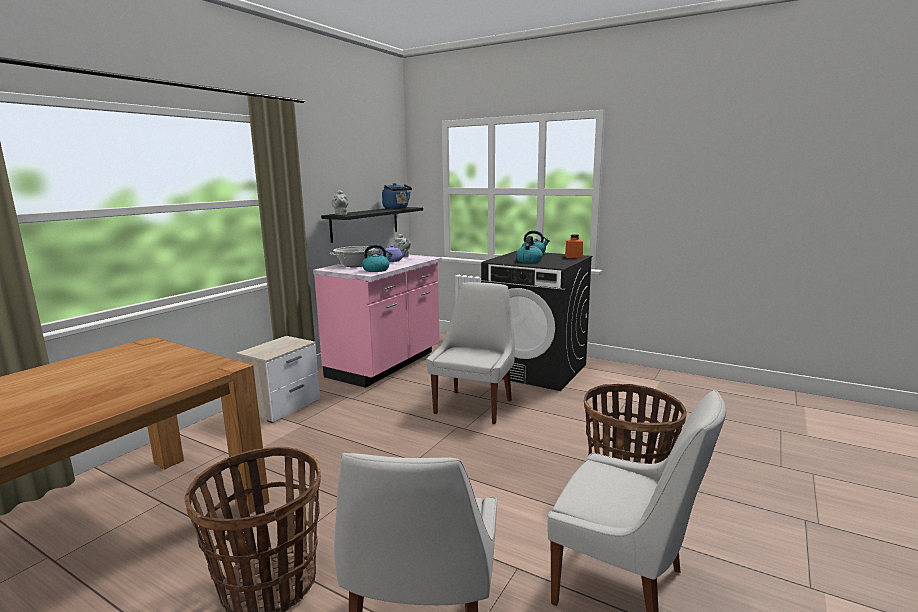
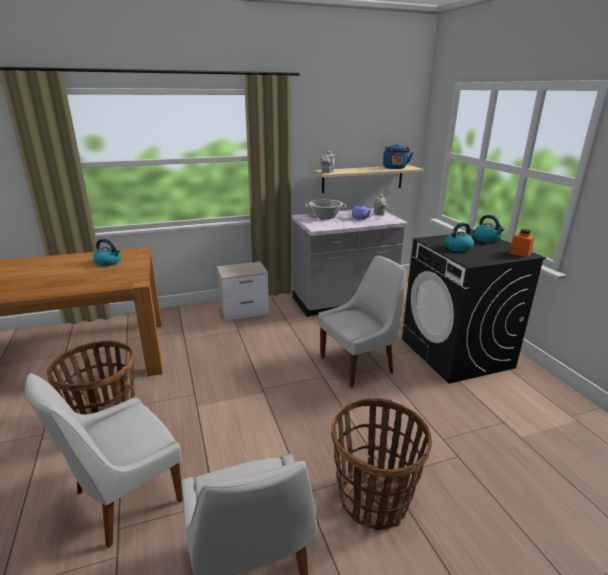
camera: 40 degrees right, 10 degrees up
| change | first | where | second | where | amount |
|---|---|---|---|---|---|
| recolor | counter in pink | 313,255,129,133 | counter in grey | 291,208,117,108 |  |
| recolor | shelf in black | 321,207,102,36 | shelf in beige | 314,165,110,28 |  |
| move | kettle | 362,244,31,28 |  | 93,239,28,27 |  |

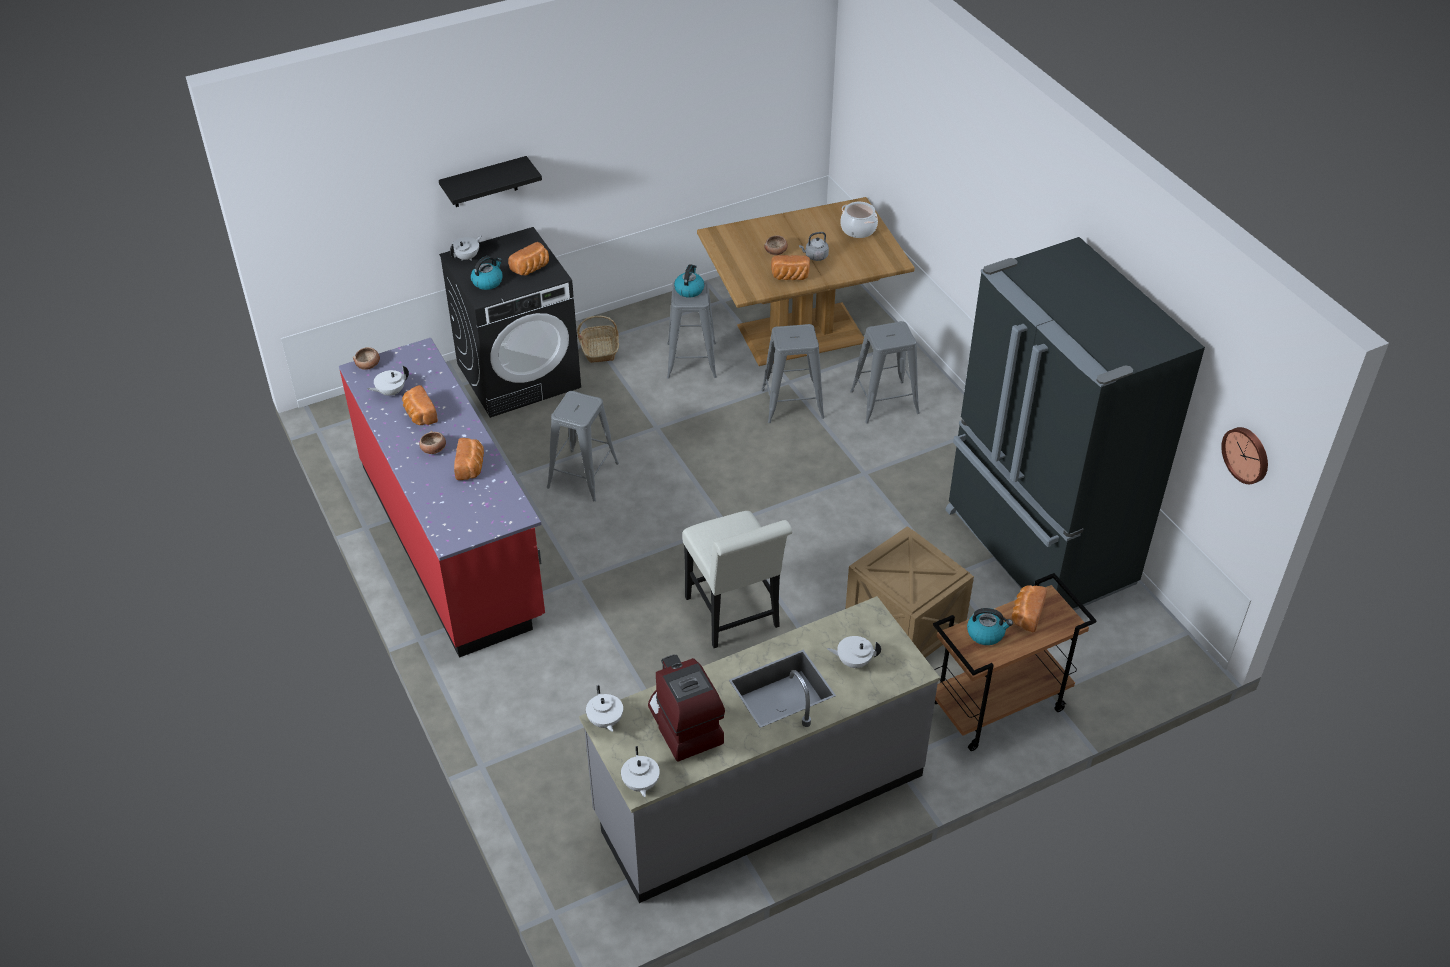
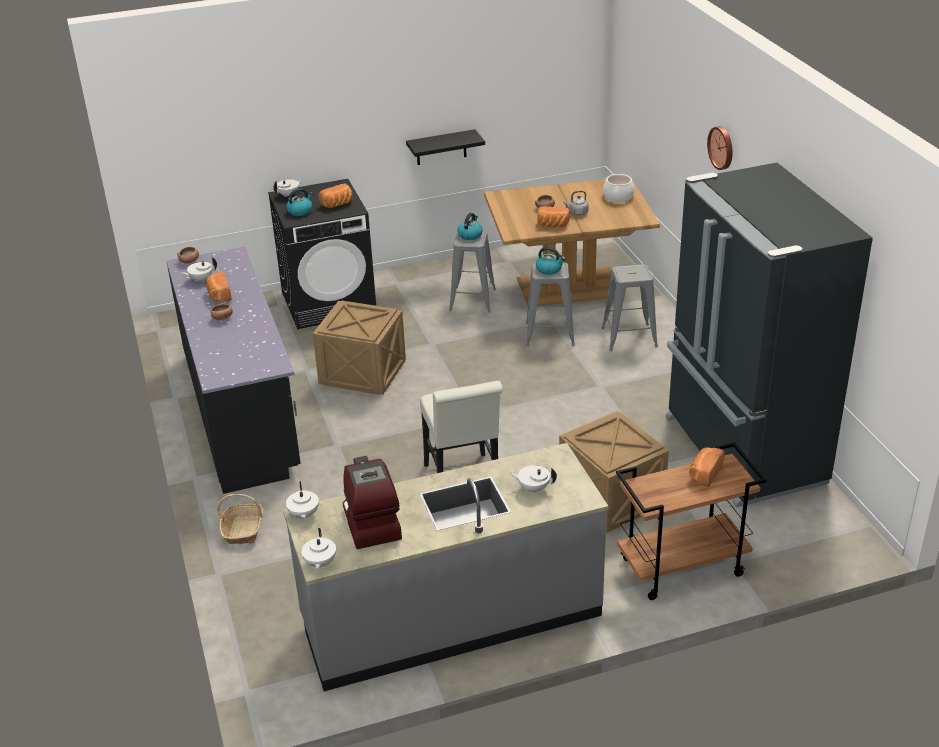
camera: 10 degrees right, 10 degrees down
| change | first | where | second | where | amount |
|---|---|---|---|---|---|
| recolor | counter in red | 339,338,206,320 | counter in black | 166,246,135,248 |  |
| move | shelf in black | 439,156,103,51 |  | 406,129,79,36 |  |
| delete | bread | 454,438,30,42 |  |  |  |
| replace | stool in grey | 547,391,72,110 | crate | 312,301,94,94 |  |
| move | basket | 577,316,42,47 |  | 217,494,46,50 |  |
| move | kettle | 967,608,46,37 |  | 536,247,30,28 |  |
| move | wall clock | 1221,427,47,57 |  | 707,126,26,44 |  |

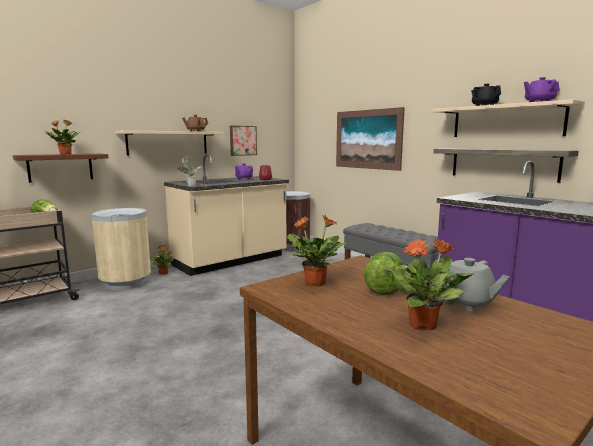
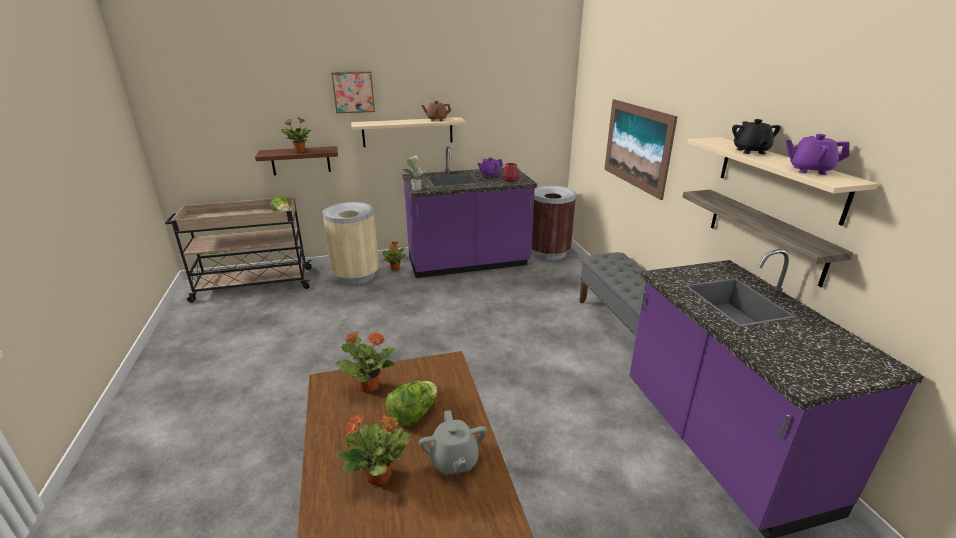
camera: 25 degrees right, 15 degrees up
| change | first | where | second | where | amount |
|---|---|---|---|---|---|
| recolor | counter in beige | 164,154,125,122 | counter in purple | 402,146,135,132 |  |
| move | picture | 230,125,27,31 |  | 331,71,44,43 |  |

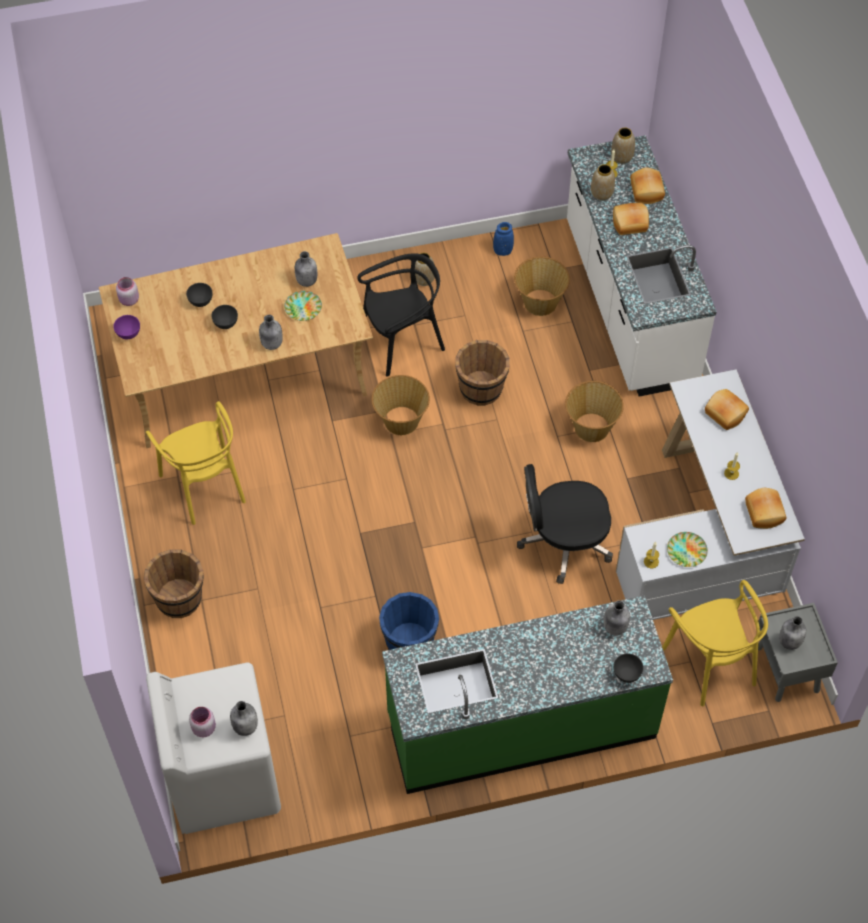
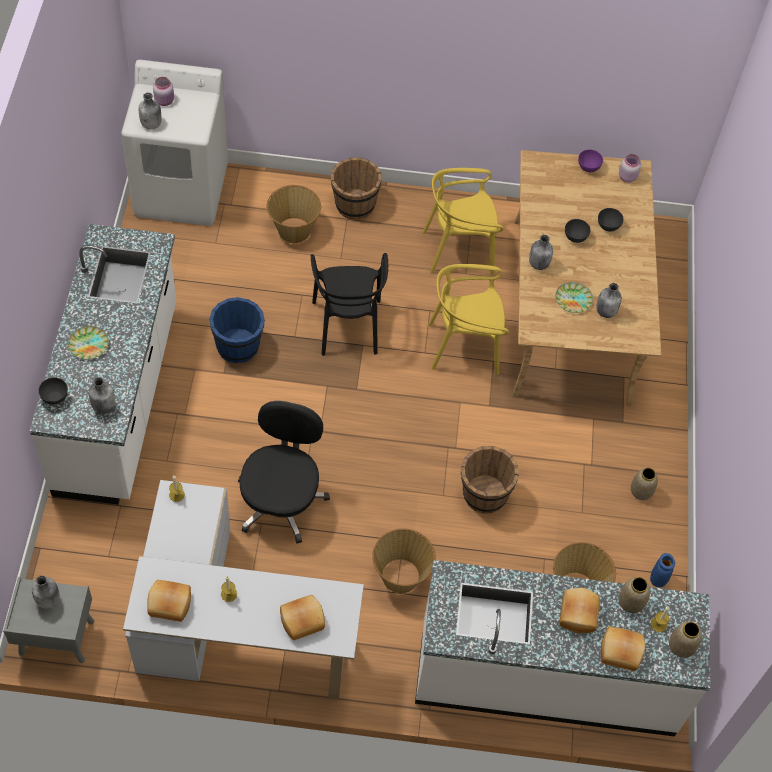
camera: 105 degrees right, 0 degrees up
| change | first | where | second | where | amount |
|---|---|---|---|---|---|
| move | chair in black | 357,253,88,124 |  | 311,253,77,103 |  |
| move | basket | 371,375,59,60 |  | 266,185,55,58 |  |
| recolor | counter in green | 382,595,291,199 | counter in white | 30,224,146,281 |  |
| move | chair in yellow | 662,580,106,126 |  | 428,264,81,111 |  |
| move | plate | 667,532,41,35 |  | 68,326,41,33 |  |

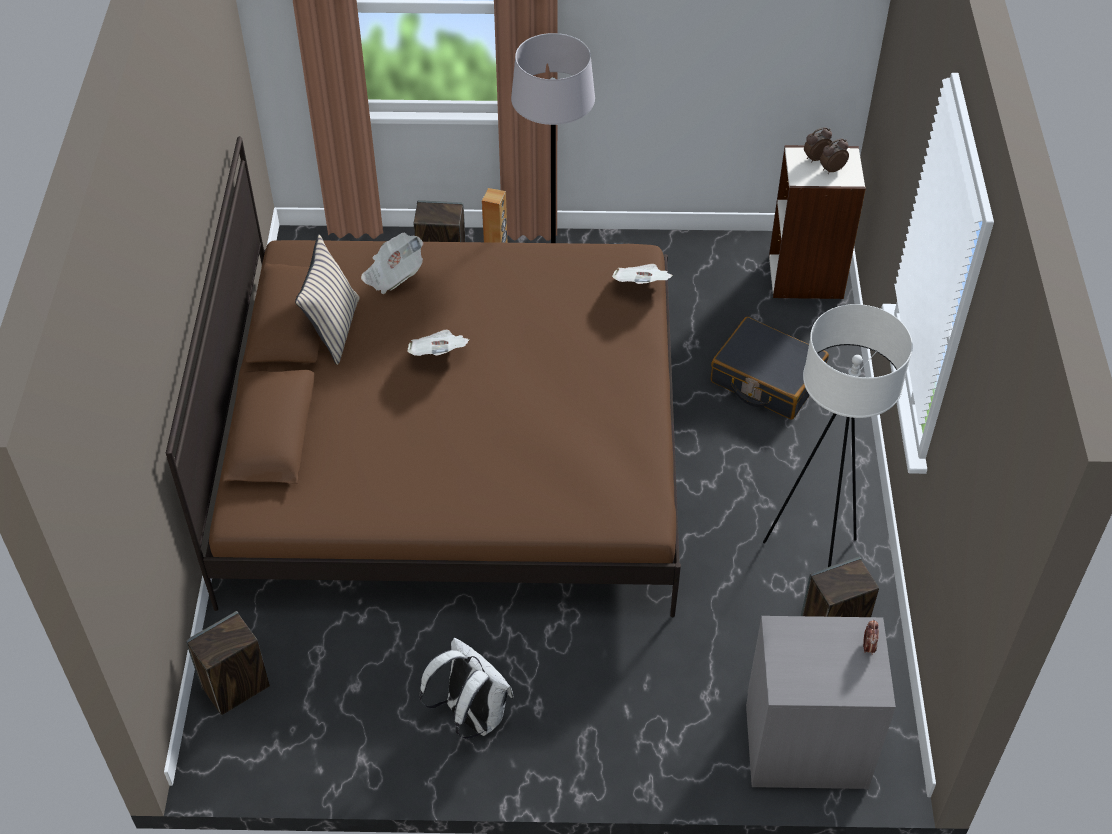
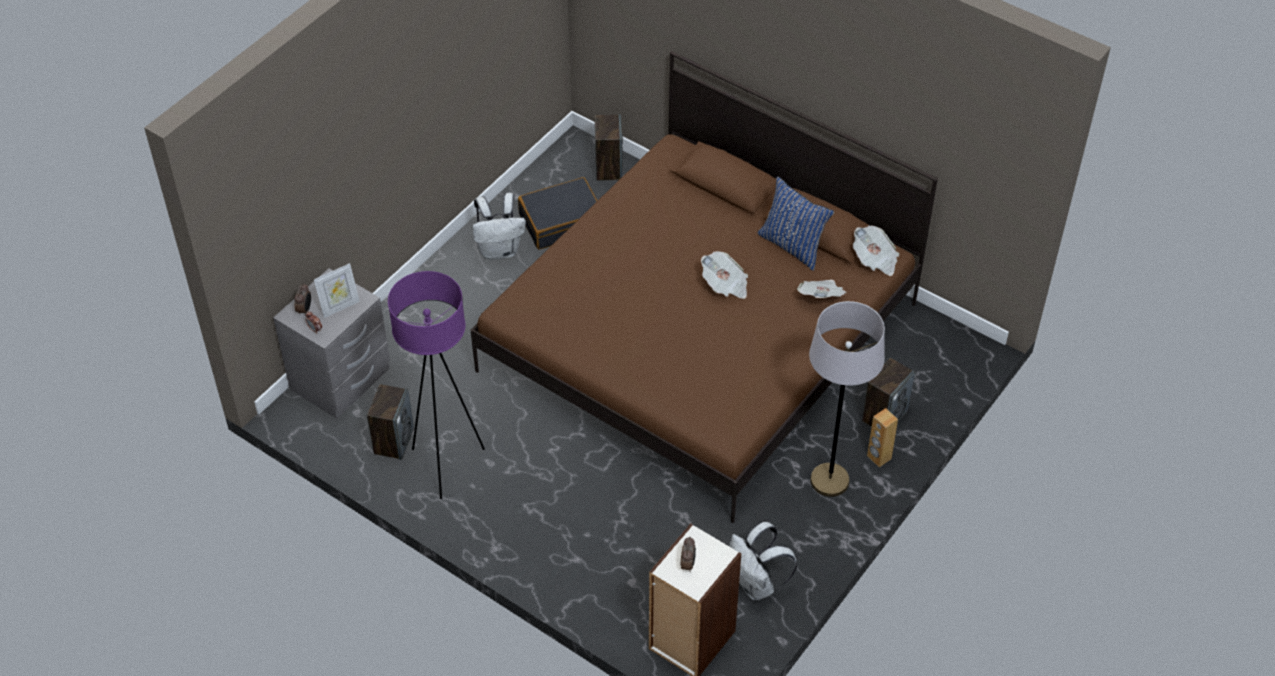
camera: 125 degrees right, 0 degrees up
| change | first | where | second | where | amount |
|---|---|---|---|---|---|
| recolor | pillow in beige | 295,234,65,131 | pillow in blue | 758,176,77,95 |  |
| move | newspaper | 612,264,61,20 |  | 853,226,46,50 |  |
| move | suitcase in black | 711,317,118,102 |  | 518,177,80,73 |  |
| recolor | floor lamp in white | 763,304,150,263 | floor lamp in purple | 388,271,97,228 |  |
| move | alarm clock | 804,127,29,36 |  | 294,283,17,33 |  |
| insert |  |  | picture frame | 314,263,46,55 |  |
| insert |  |  | backpack in white | 729,522,68,78 |  |

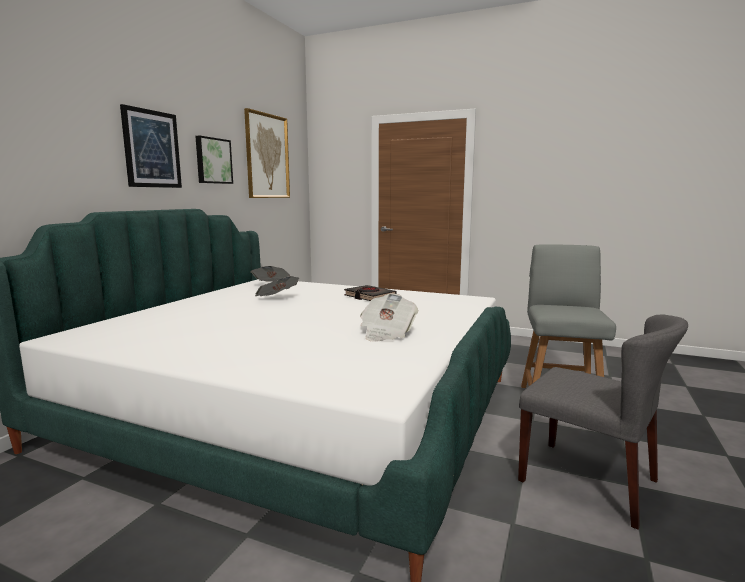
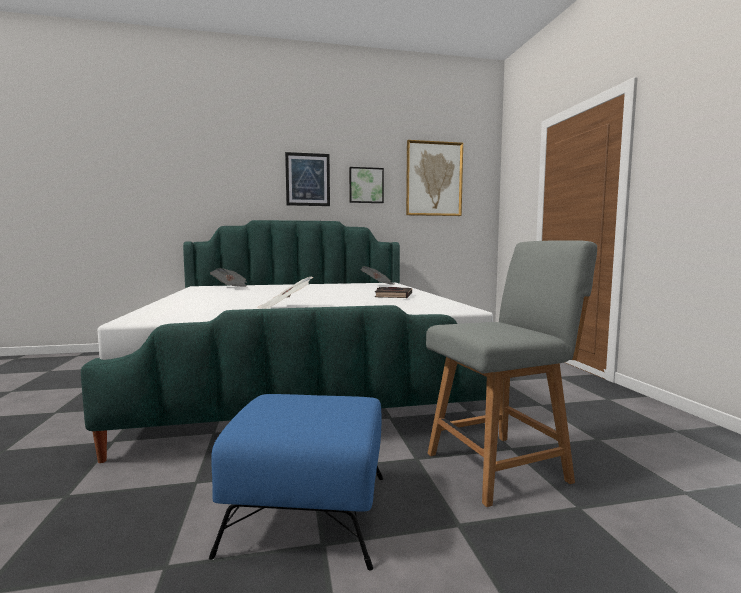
camera: 55 degrees right, 5 degrees down
| change | first | where | second | where | amount |
|---|---|---|---|---|---|
| move | newspaper | 255,276,44,20 |  | 210,268,37,19 |  |
| replace | chair in grey | 518,314,170,216 | ottoman in blue | 209,394,174,176 |  |

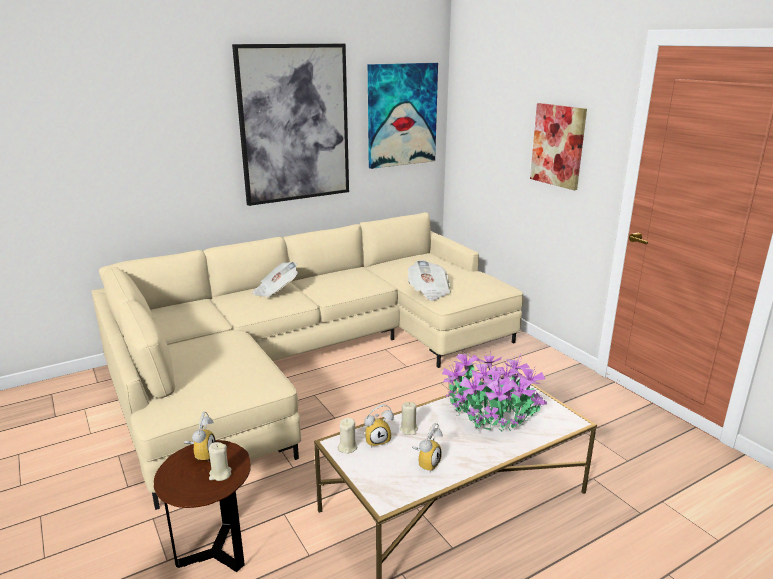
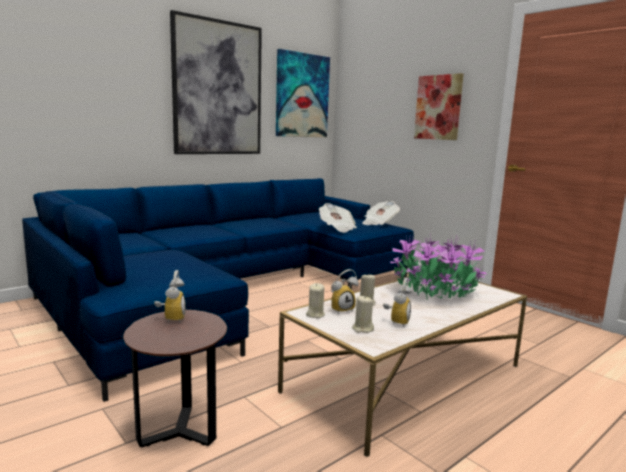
camera: 10 degrees left, 10 degrees down
| change | first | where | second | where | amount |
|---|---|---|---|---|---|
| recolor | sofa in beige | 91,212,432,298 | sofa in blue | 22,178,392,224 |  |
| move | candle in beige | 209,442,23,39 |  | 352,296,22,37 |  |
| move | newspaper | 252,262,46,36 |  | 362,201,38,24 |  |

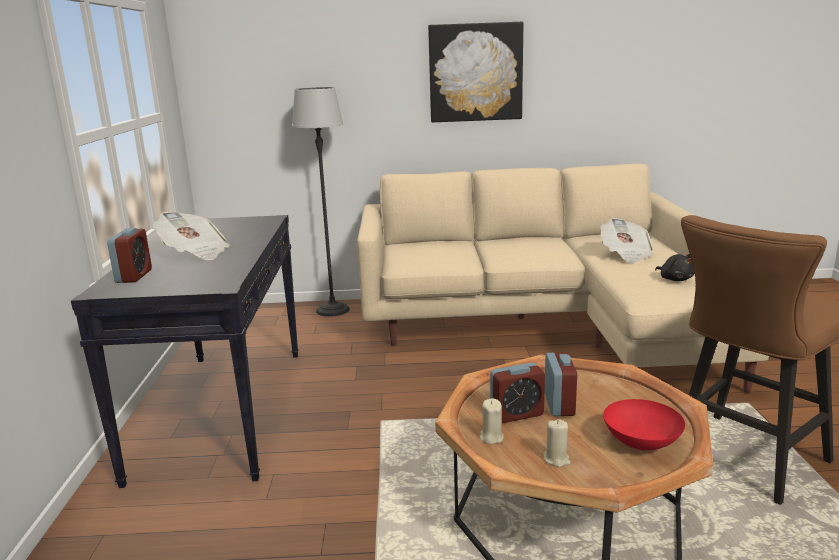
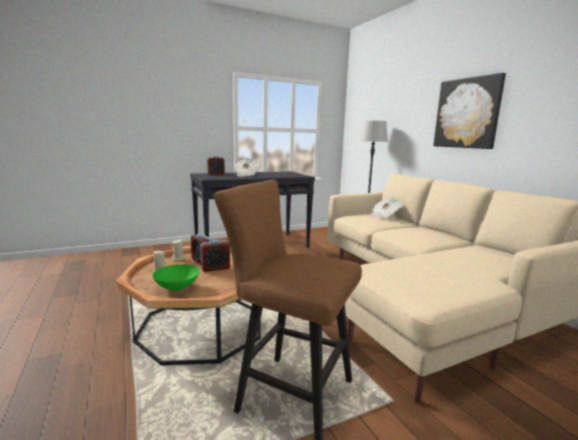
camera: 65 degrees right, 5 degrees down
| change | first | where | second | where | amount |
|---|---|---|---|---|---|
| move | newspaper | 600,218,54,45 |  | 370,198,33,20 |  |
| recolor | bowl in red | 603,399,82,51 | bowl in green | 153,264,47,27 |  |
| delete | plush toy in black | 655,254,39,27 |  |  |  |

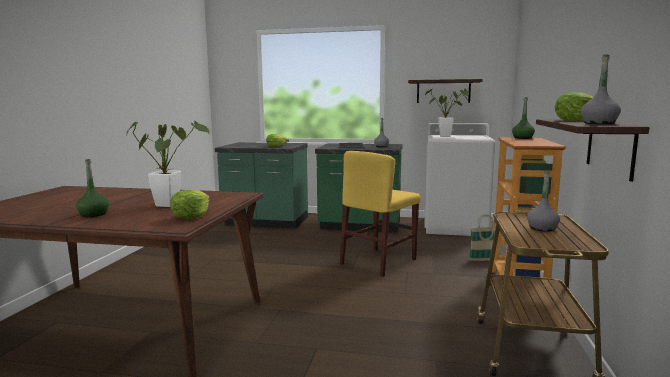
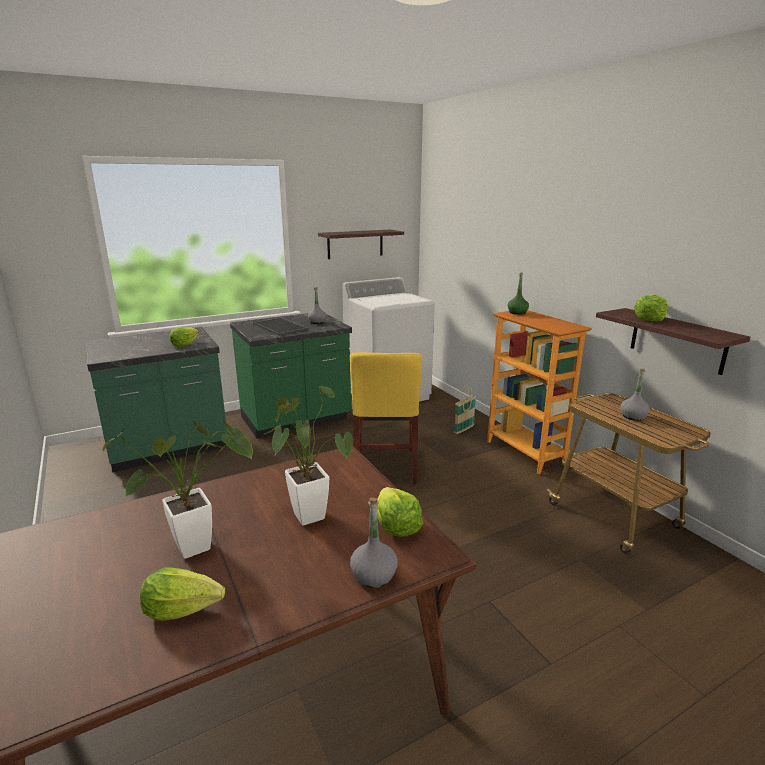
camera: 40 degrees left, 10 degrees up
| change | first | where | second | where | amount |
|---|---|---|---|---|---|
| delete | bottle in green | 76,159,33,58 |  |  |  |
| move | potted plant | 425,88,44,49 |  | 103,420,150,139 |  |
| move | bottle in grey | 581,54,40,70 |  | 350,497,48,91 |  |
| insert |  |  | lettuce | 140,567,85,54 |  |

